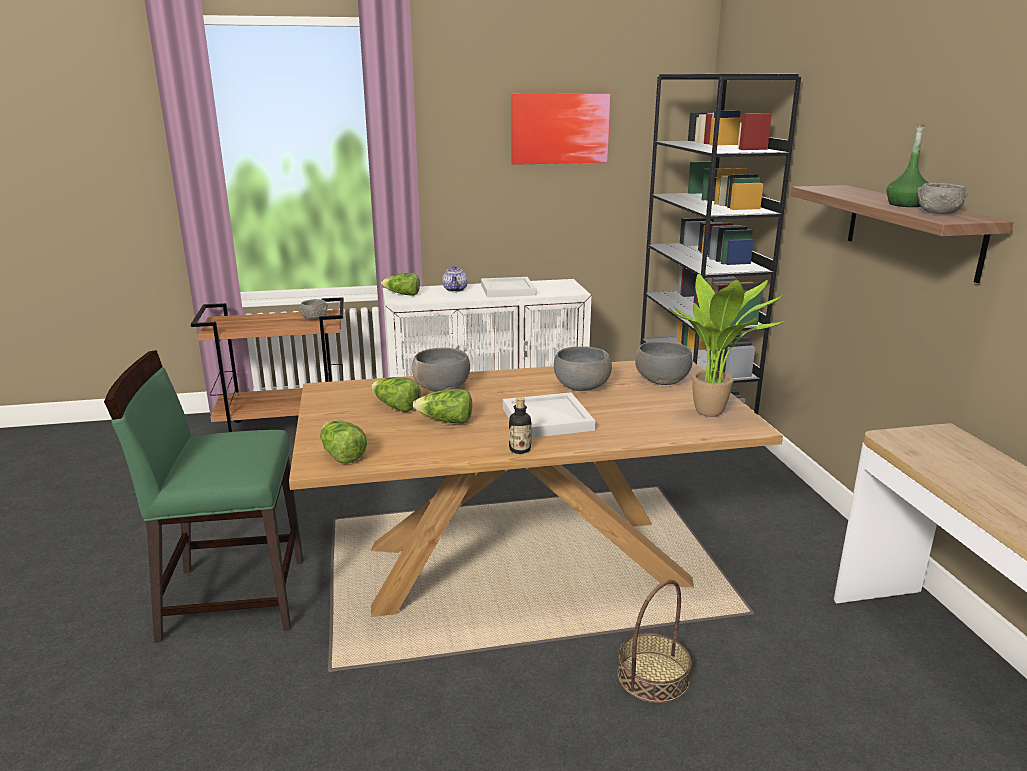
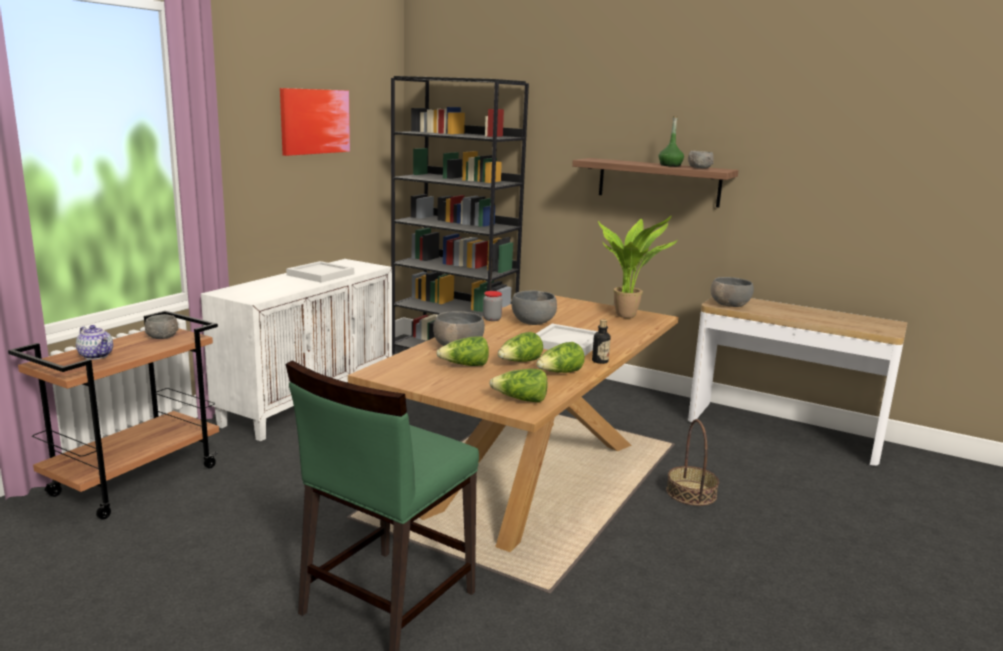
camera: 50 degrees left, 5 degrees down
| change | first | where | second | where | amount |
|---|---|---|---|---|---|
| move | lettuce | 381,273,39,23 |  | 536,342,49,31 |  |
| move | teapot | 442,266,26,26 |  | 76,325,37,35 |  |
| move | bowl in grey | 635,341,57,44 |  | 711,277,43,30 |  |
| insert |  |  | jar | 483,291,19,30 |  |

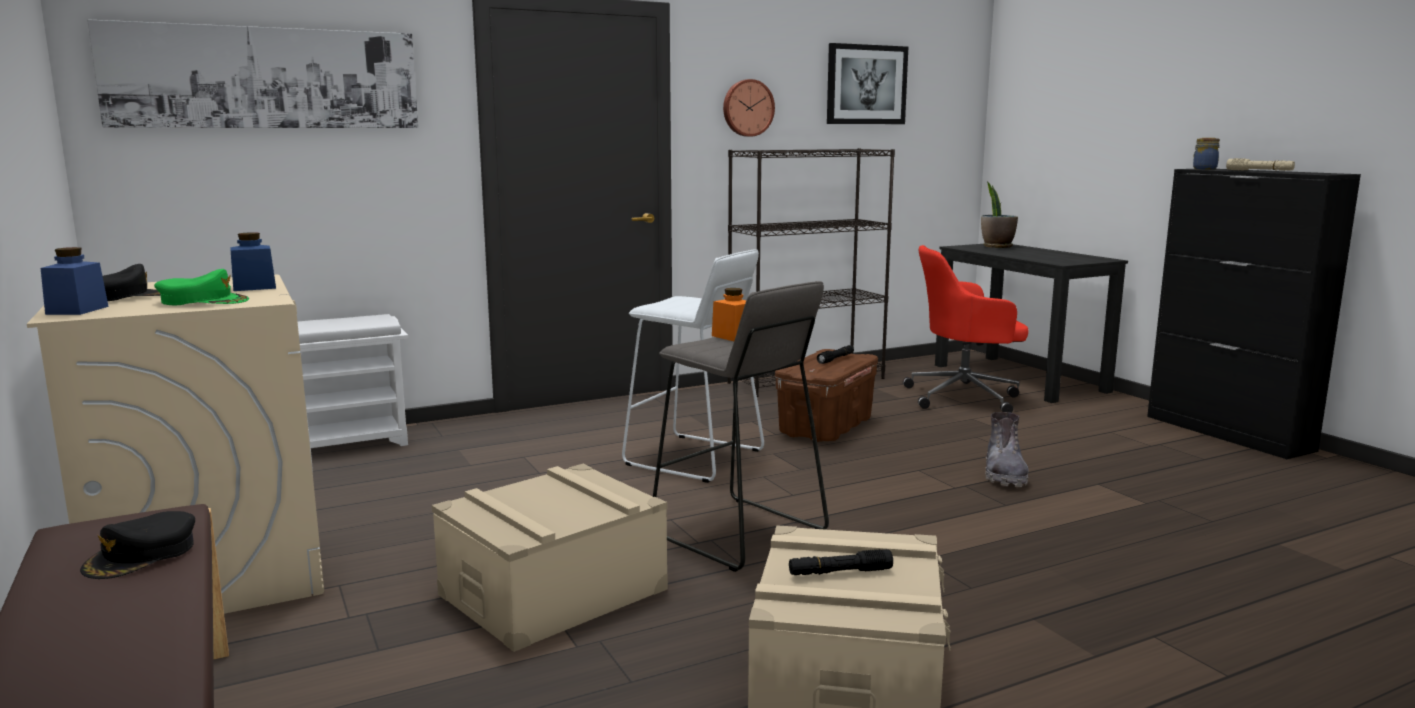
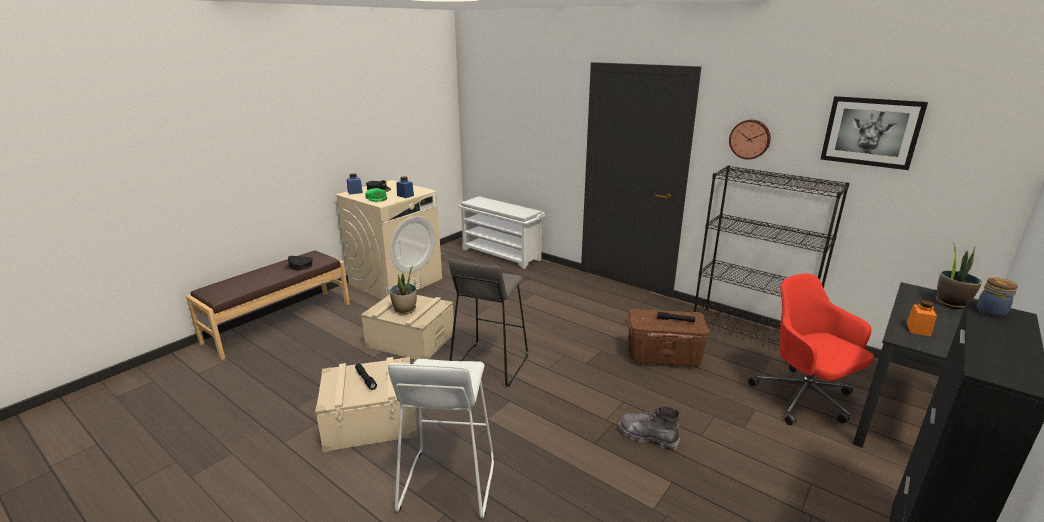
camera: 65 degrees right, 10 degrees up
| change | first | where | second | where | amount |
|---|---|---|---|---|---|
| delete | picture | 87,19,331,109 |  |  |  |
| move | stool in white | 622,249,142,234 |  | 388,359,106,159 |  |
| move | jar in orange | 712,288,34,53 |  | 907,300,30,36 |  |
| rotate | boot in grey | 985,412,44,75 |  | 619,406,61,44 | 45 degrees clockwise |
| delete | flashlight in beige | 1226,158,69,13 |  |  |  |
| insert |  |  | potted plant | 389,265,28,50 |  |

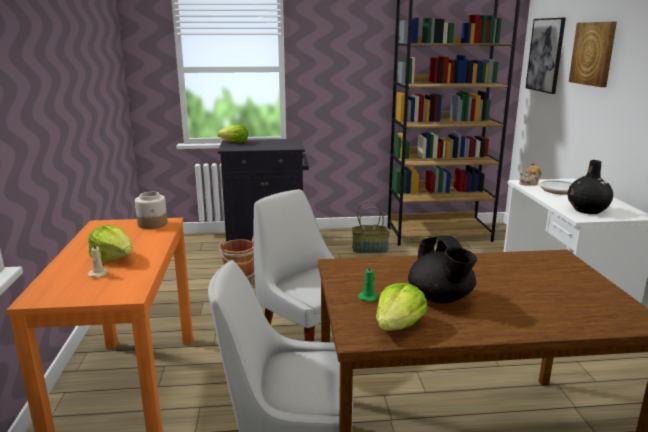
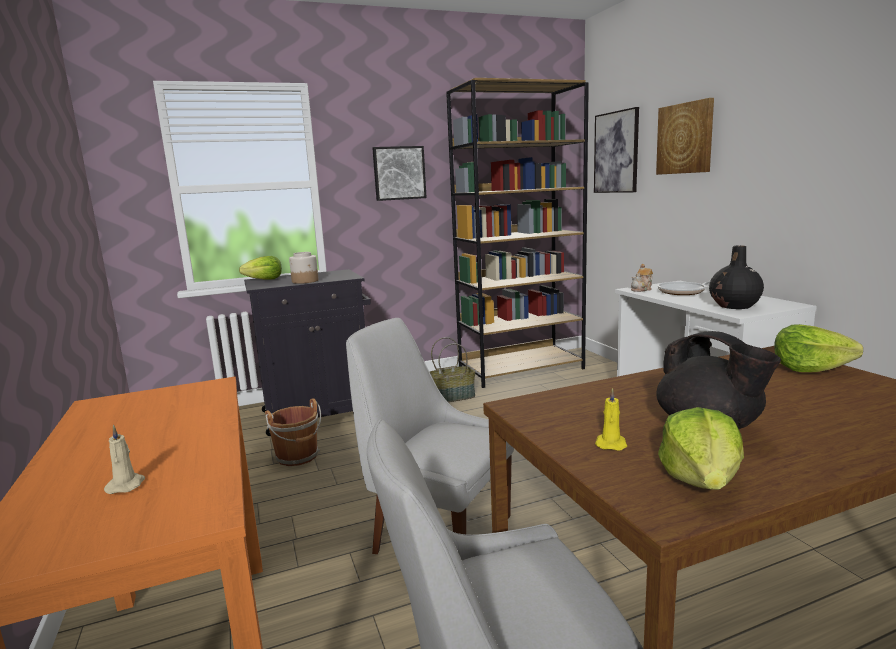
camera: 15 degrees left, 5 degrees down
| change | first | where | second | where | amount |
|---|---|---|---|---|---|
| move | lettuce | 88,225,45,36 |  | 774,324,89,48 |  |
| move | jar | 135,192,33,37 |  | 289,252,30,32 |  |
| recolor | candle in green | 358,263,21,39 | candle in yellow | 595,388,32,63 |  |
| insert |  |  | picture | 372,146,55,55 |  |

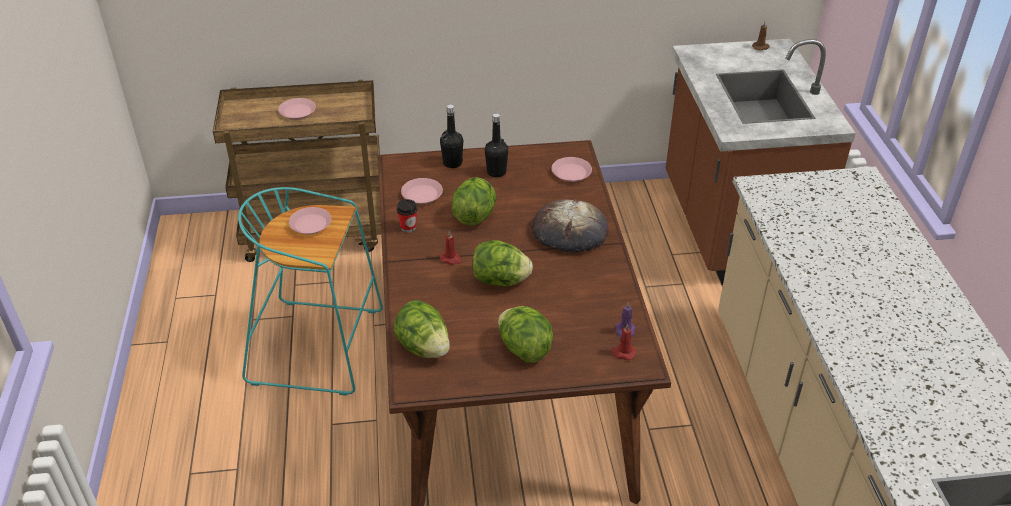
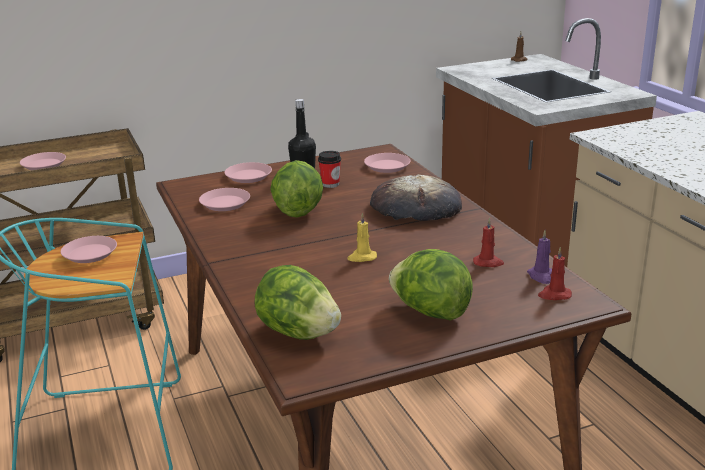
camera: 15 degrees left, 15 degrees down
| change | first | where | second | where | amount |
|---|---|---|---|---|---|
| move | cup | 397,199,20,34 |  | 318,151,23,37 |  |
| replace | bottle in black | 440,105,23,63 | plate in pink | 224,162,48,21 |  |
| move | candle in red | 440,231,22,34 |  | 473,218,31,49 |  |
| replace | lettuce | 472,240,61,46 | candle in yellow | 347,213,30,49 |  |

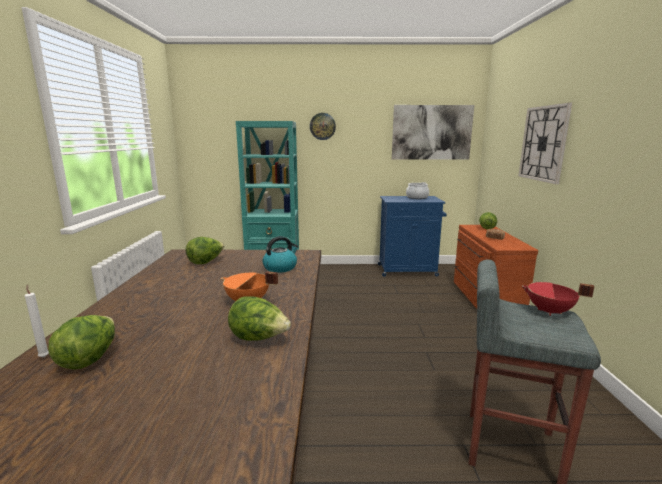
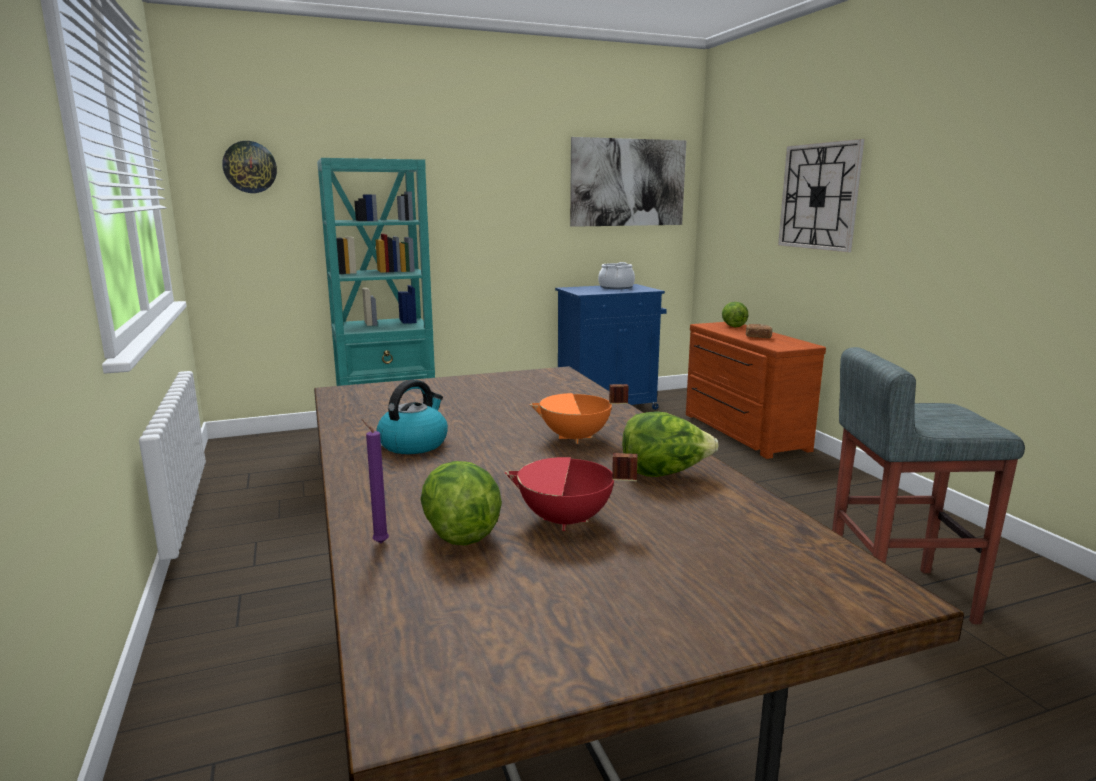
camera: 20 degrees left, 0 degrees up
| change | first | where | second | where | amount |
|---|---|---|---|---|---|
| recolor | candle in white | 25,285,24,73 | candle in purple | 361,418,28,125 |  |
| delete | lettuce | 186,237,39,27 |  |  |  |
| move | kettle | 262,236,36,37 |  | 376,380,72,74 |  |
| move | wall clock | 310,113,26,27 |  | 222,141,55,52 |  |
| move | cooking pot in red | 522,282,72,34 |  | 505,453,133,78 |  |

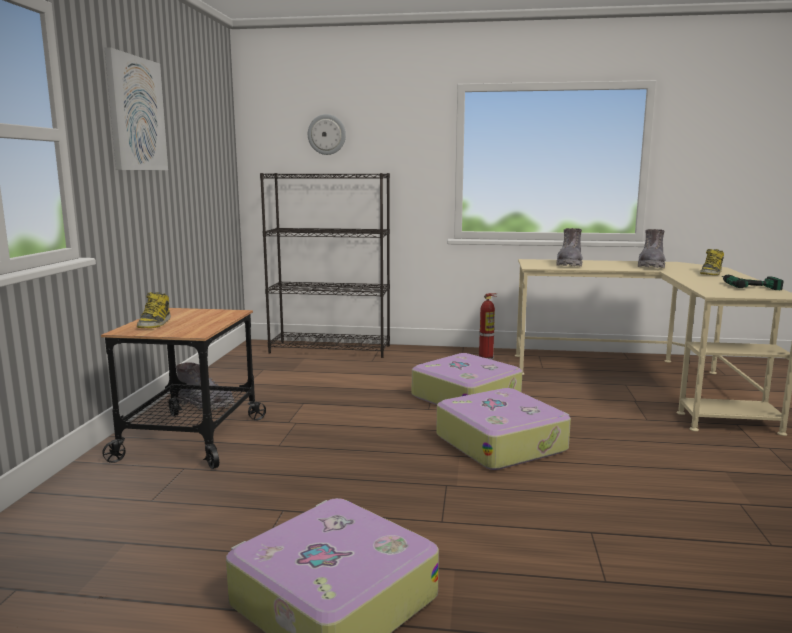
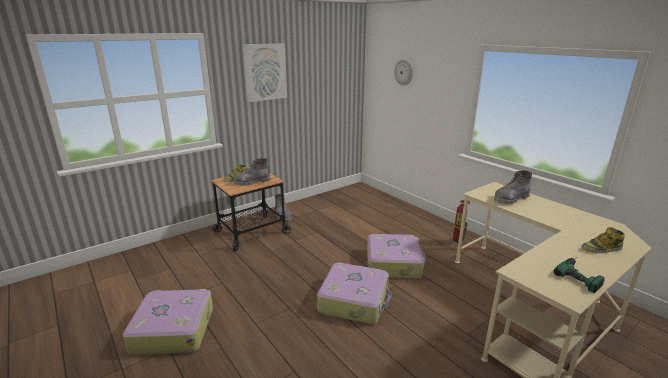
camera: 45 degrees right, 10 degrees up
| change | first | where | second | where | amount |
|---|---|---|---|---|---|
| delete | bookcase in black | 260,173,130,185 |  |  |  |
| move | boot in grey | 638,229,28,39 |  | 234,158,37,28 |  |

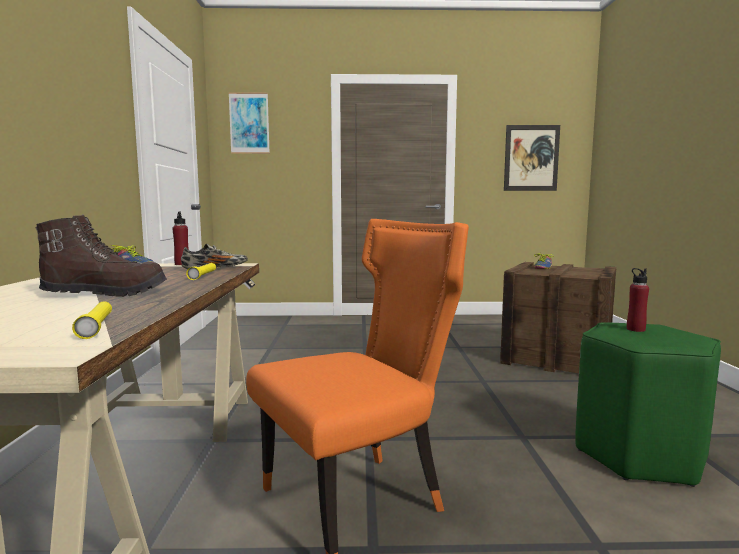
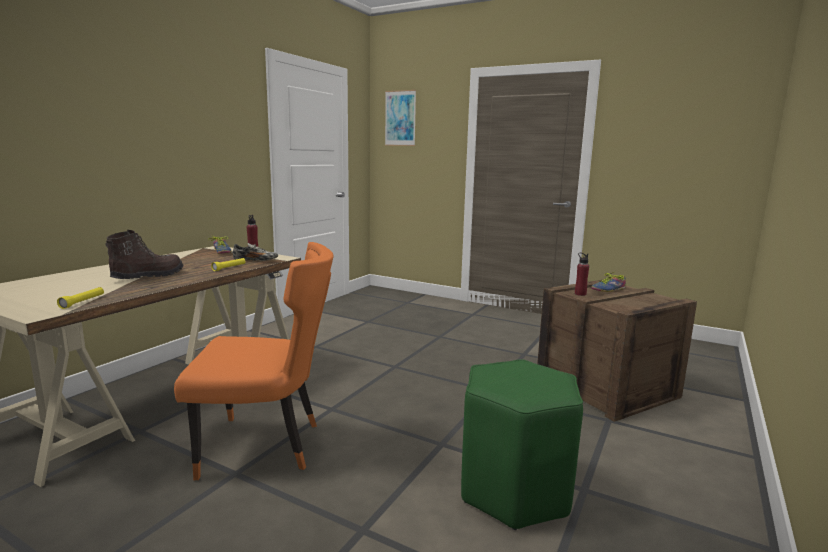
camera: 30 degrees right, 5 degrees up
| change | first | where | second | where | amount |
|---|---|---|---|---|---|
| rotate | boot in brown | 35,214,132,83 |  | 105,230,78,49 | 75 degrees counterclockwise |
| delete | picture | 504,125,56,66 |  |  |  |
| move | bottle in red | 627,268,22,64 |  | 575,253,14,43 |  |

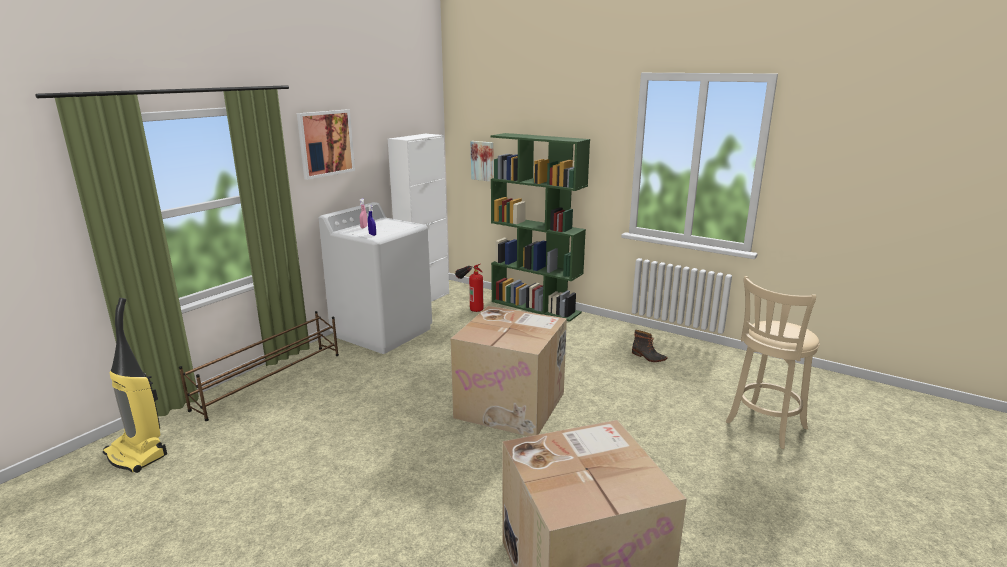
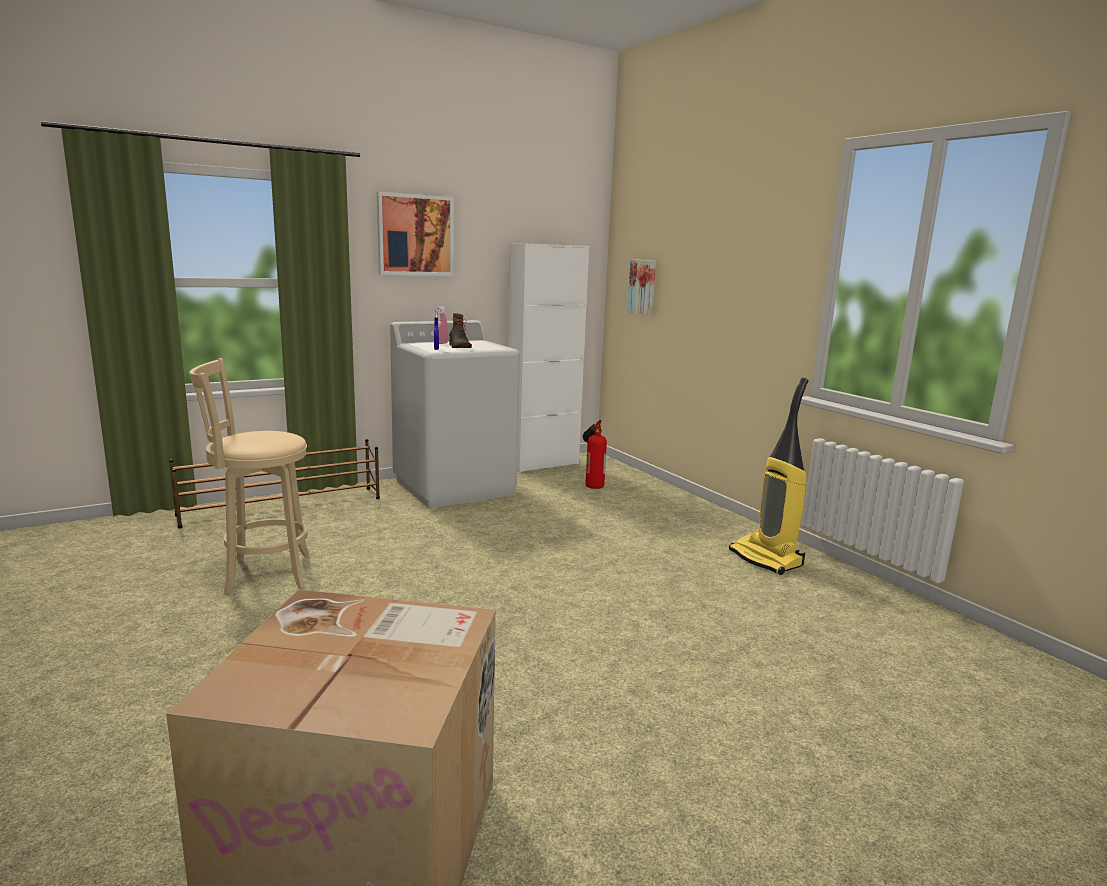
camera: 25 degrees right, 5 degrees down
| change | first | where | second | where | amount |
|---|---|---|---|---|---|
| move | vacuum cleaner | 103,298,64,175 |  | 729,378,80,197 |  |
| delete | cardboard box | 451,306,116,130 |  |  |  |
| delete | bookcase in green | 490,133,100,189 |  |  |  |
| move | boot | 632,330,35,32 |  | 449,313,23,35 |  |
| move | stool in beige | 726,276,93,173 |  | 189,358,120,237 |  |

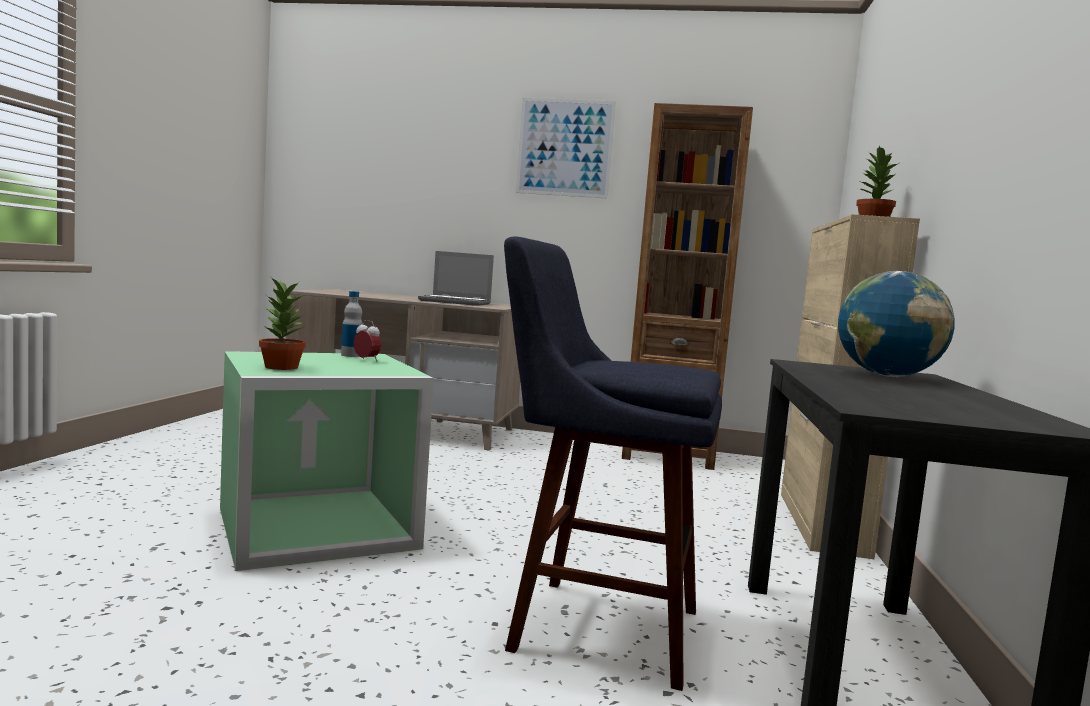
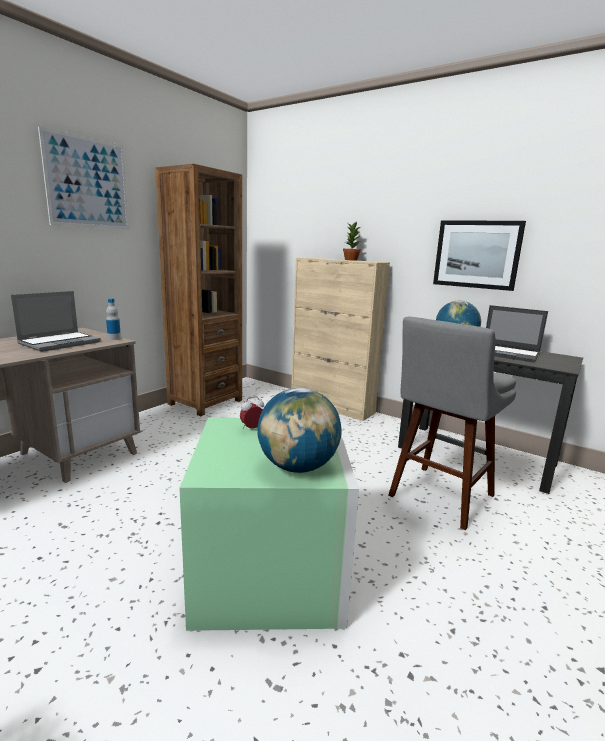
camera: 65 degrees left, 10 degrees up
| change | first | where | second | where | amount |
|---|---|---|---|---|---|
| replace | potted plant | 259,277,47,93 | globe | 257,388,84,85 |  |
| move | bottle | 341,291,22,66 |  | 106,298,15,42 |  |
| recolor | stool in blue | 504,236,218,455 | stool in grey | 388,317,128,213 |  |
| insert |  |  | picture | 433,220,93,71 |  |
| insert |  |  | laptop | 486,305,62,58 |  |

